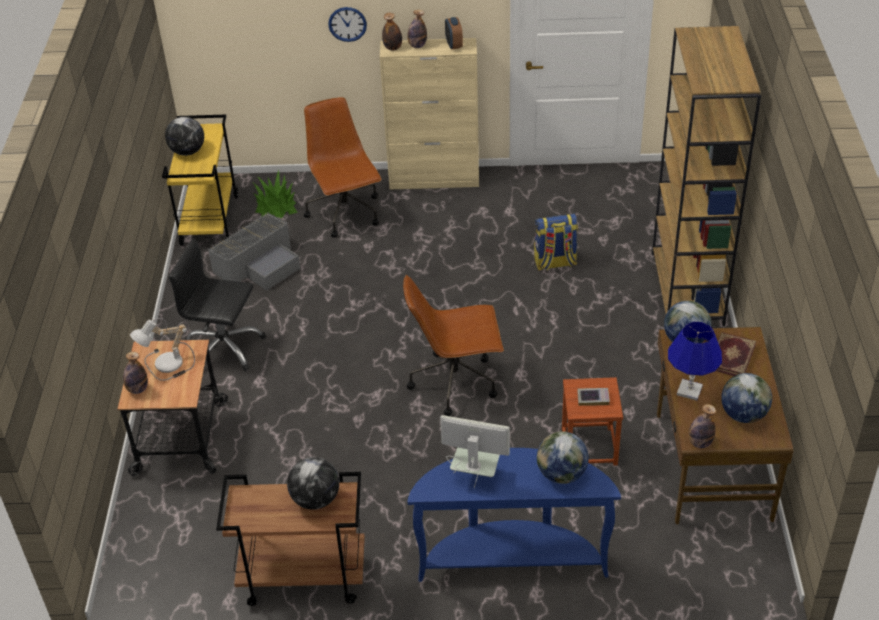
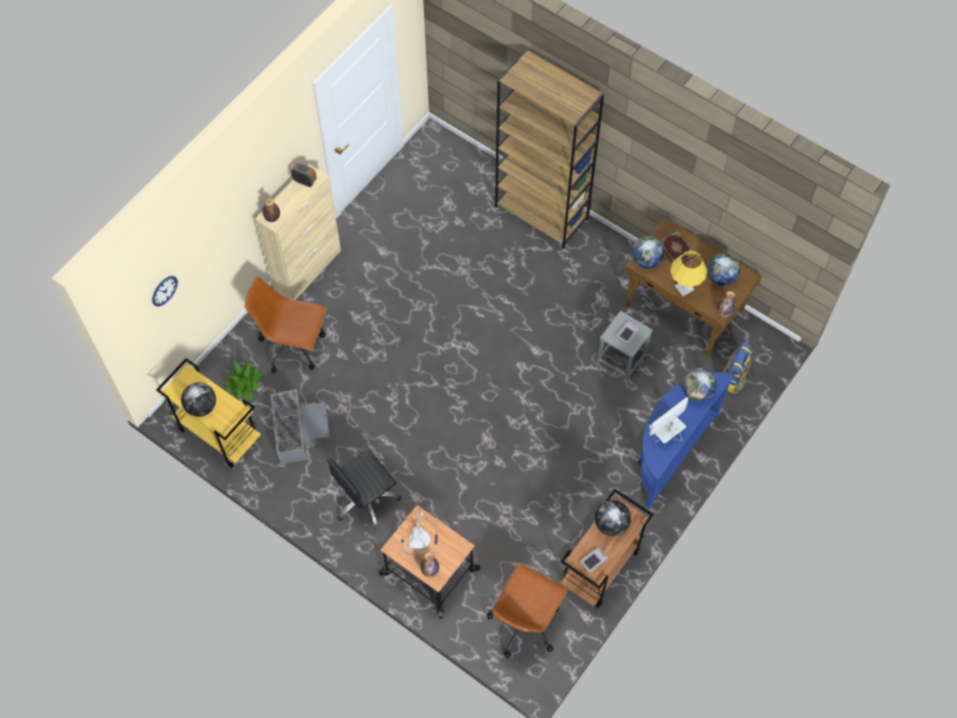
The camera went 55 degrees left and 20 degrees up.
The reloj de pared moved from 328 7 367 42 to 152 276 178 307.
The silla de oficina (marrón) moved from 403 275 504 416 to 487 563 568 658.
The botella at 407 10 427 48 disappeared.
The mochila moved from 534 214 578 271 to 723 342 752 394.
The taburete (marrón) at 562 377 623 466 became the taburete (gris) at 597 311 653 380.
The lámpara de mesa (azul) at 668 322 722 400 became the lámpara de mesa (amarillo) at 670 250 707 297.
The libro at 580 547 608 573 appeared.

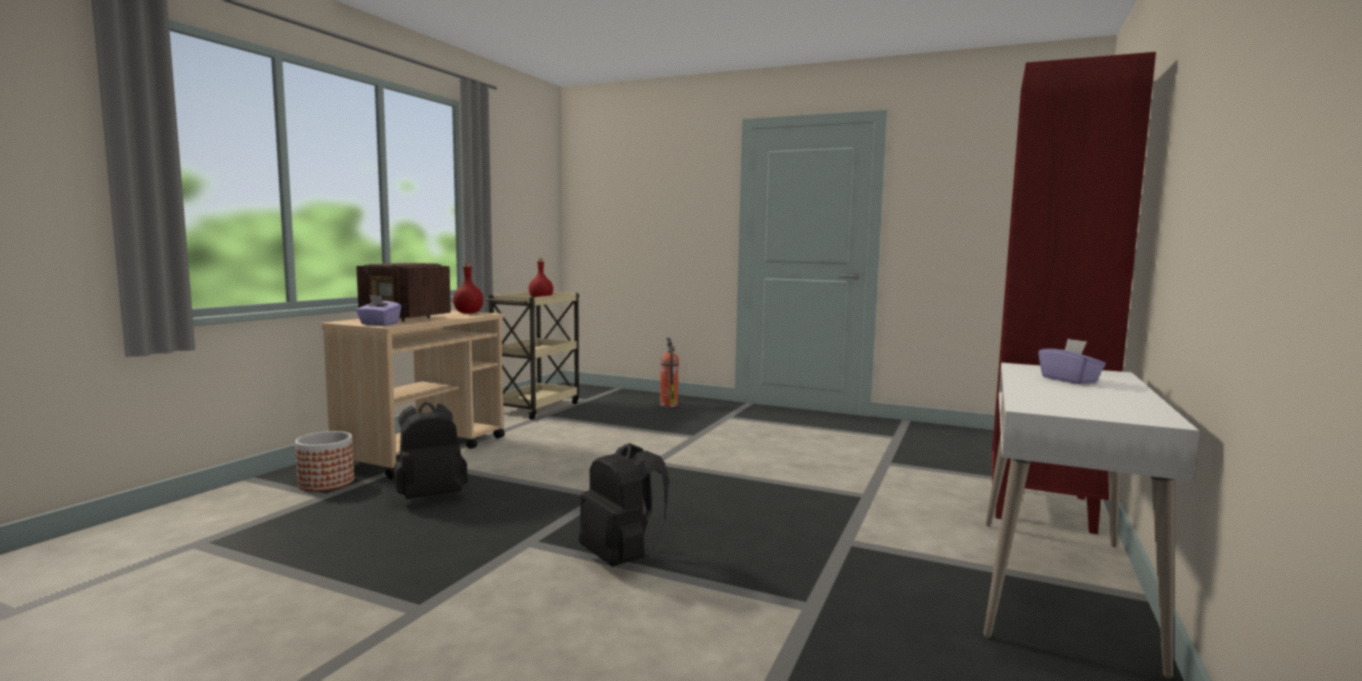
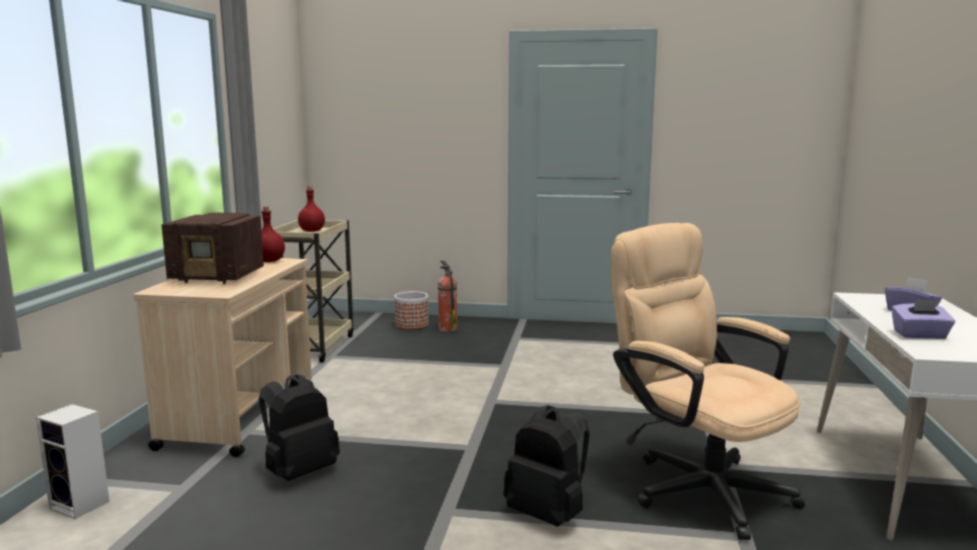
The camera went 15 degrees left and 5 degrees up.
The maceta moved from 295 431 354 491 to 394 291 429 330.
The caja de pañuelos (morado) moved from 356 295 401 326 to 891 299 955 339.
The estantería (rojo) at 992 52 1156 534 disappeared.
The altavoz at 36 404 109 519 appeared.
The silla de oficina (beis) at 611 223 805 540 appeared.

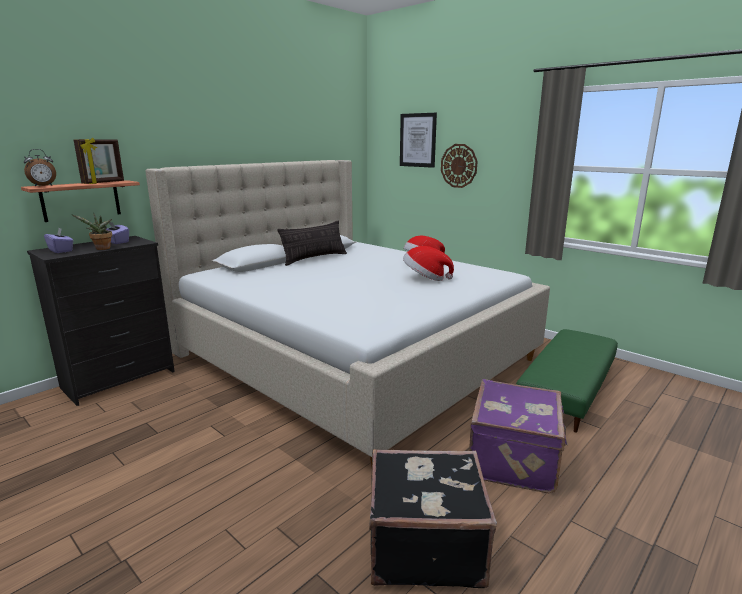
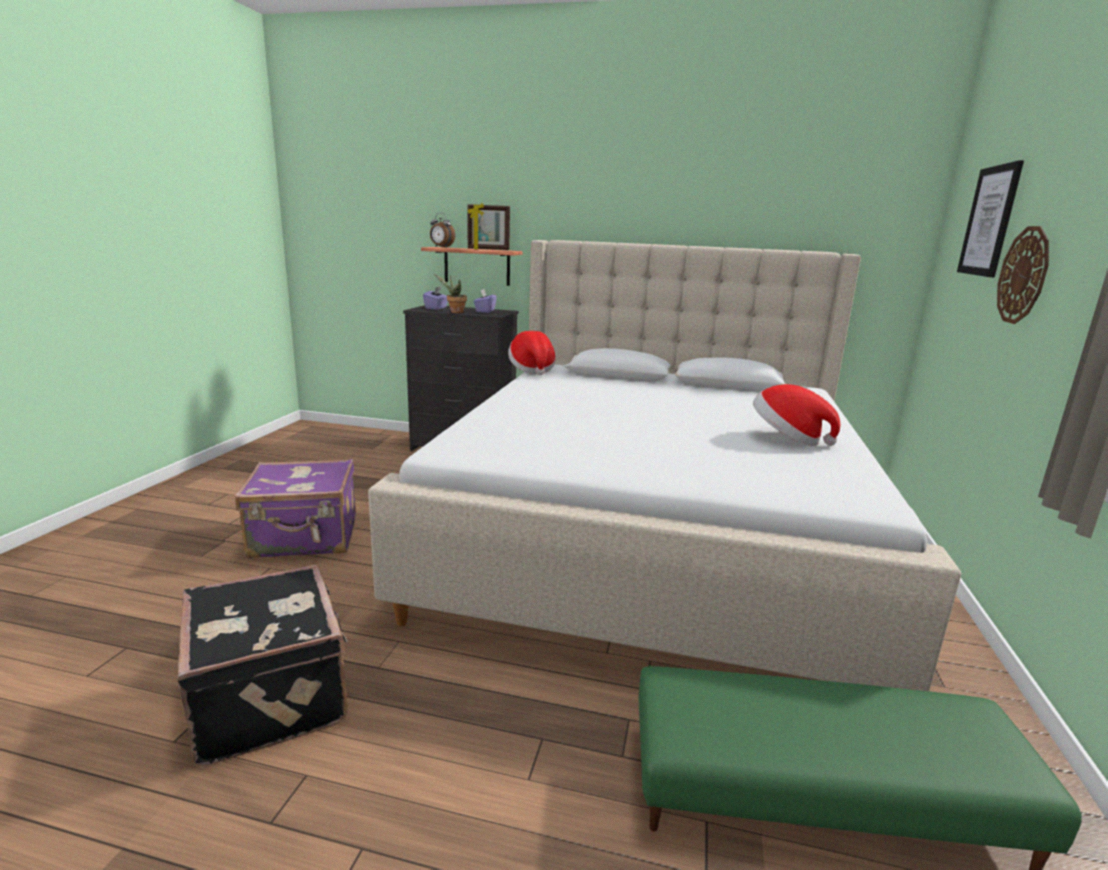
The camera went 60 degrees right and 0 degrees up.
The cojín at 277 221 347 266 disappeared.
The sombrero moved from 403 246 454 281 to 508 331 556 375.
The maleta (morado) moved from 469 379 567 493 to 235 459 356 558.

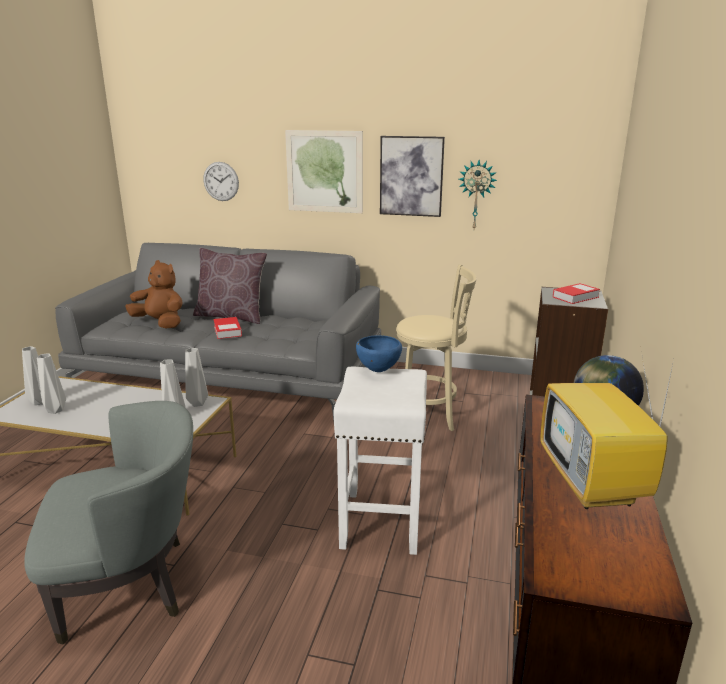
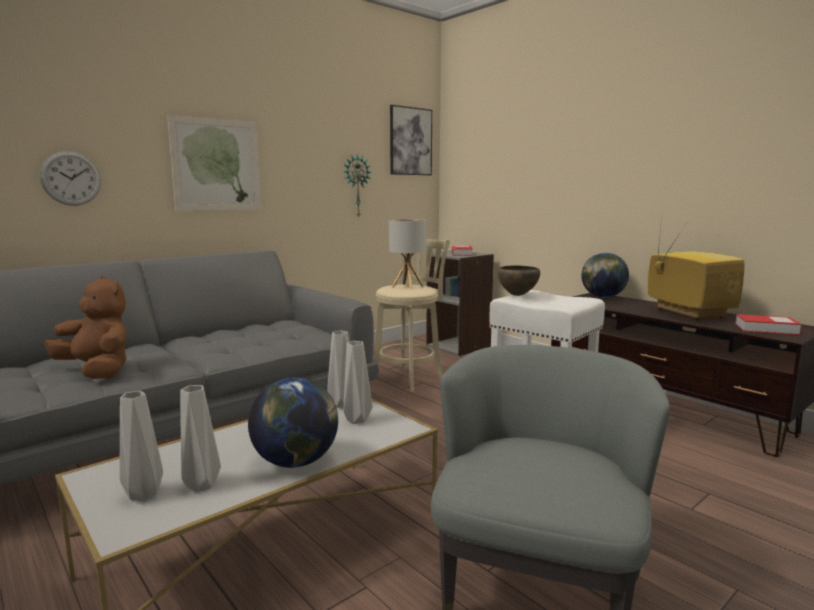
The camera went 55 degrees left and 10 degrees down.
The peluche (marrón) at 125 260 183 328 turned 60 degrees clockwise.
The cojín (marrón) at 193 248 267 324 disappeared.
The libro moved from 213 317 242 339 to 735 314 802 335.
The cuenco (azul) at 356 335 402 372 became the cuenco (marrón) at 498 265 540 296.
The cuadro moved from 380 136 445 217 to 390 105 432 175.
The televisor at 540 352 673 509 turned 135 degrees counterclockwise.
The globo terráqueo at 248 378 338 468 appeared.
The lámpara de mesa at 389 219 426 290 appeared.

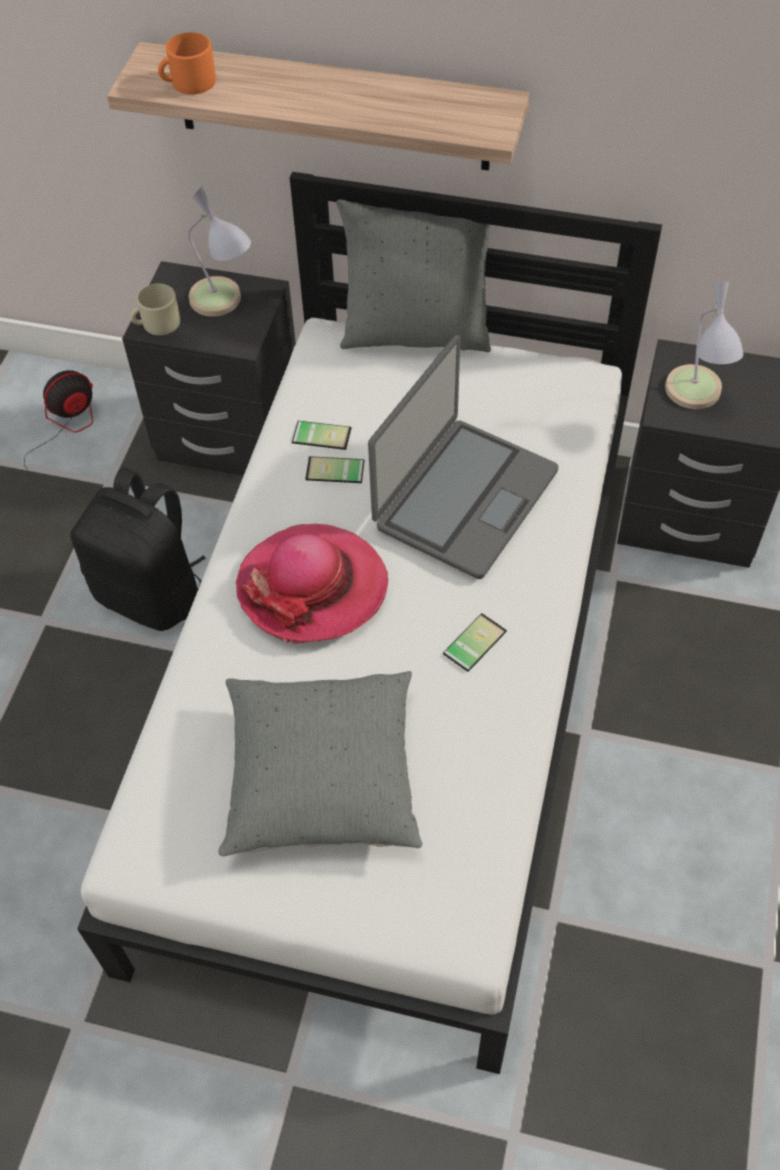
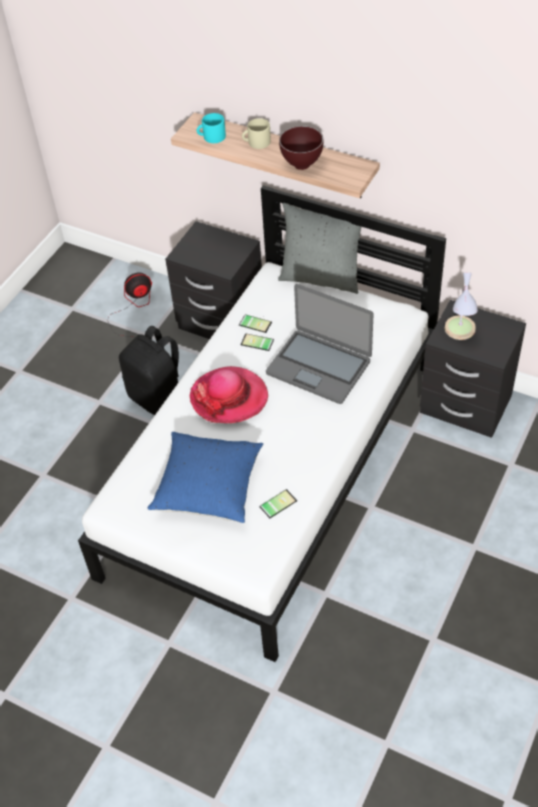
The camera went 15 degrees right and 5 degrees down.
The taza grande (beis) moved from 130 284 180 335 to 242 118 271 149.
The taza grande (naranja) at 158 32 216 95 became the taza grande (turquesa) at 197 113 226 143.
The lámpara de mesa at 188 186 251 316 disappeared.
The cojín (gris) at 218 671 423 856 became the cojín (azul) at 148 432 263 523.
The portátil at 368 335 559 579 turned 75 degrees clockwise.
The móvil moved from 443 613 507 672 to 259 489 297 518.
The cuenco (marrón) at 279 126 323 170 appeared.

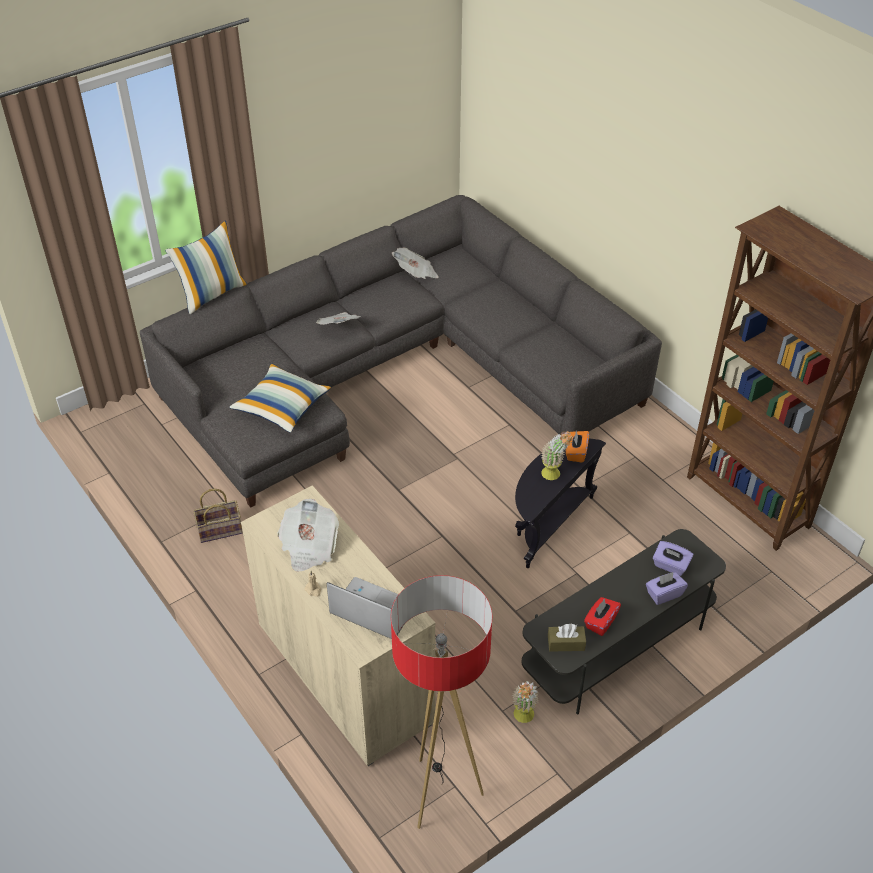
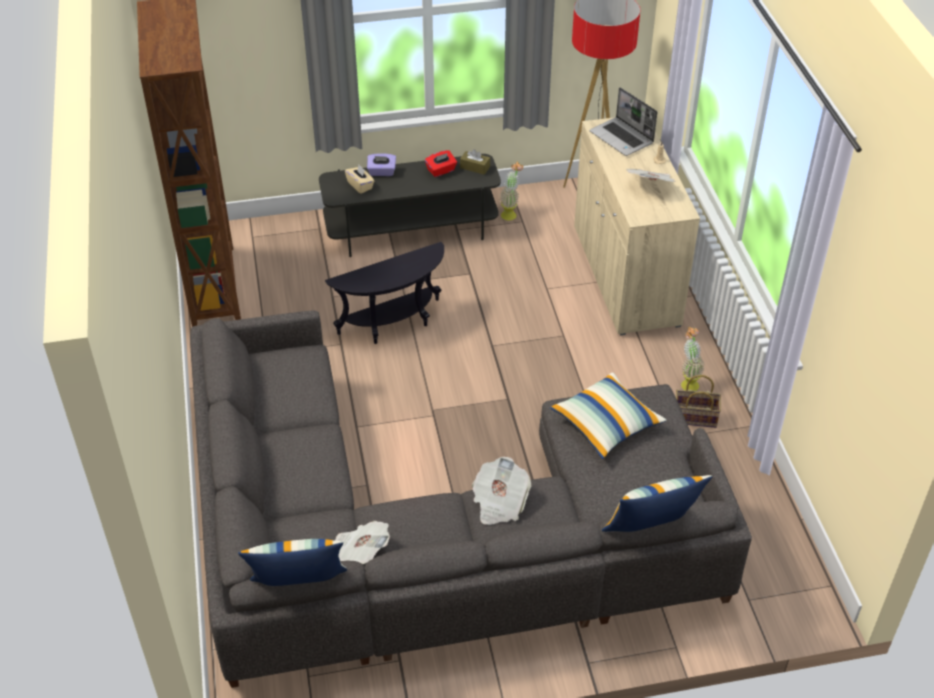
The camera went 155 degrees left and 0 degrees up.
The planta en maceta moved from 541 431 573 480 to 681 327 705 391.
The caja de pañuelos (naranja) at 566 431 589 462 disappeared.
The caja de pañuelos (morado) at 653 541 693 576 became the caja de pañuelos (beis) at 345 165 375 194.
The cojín at 238 539 347 586 appeared.

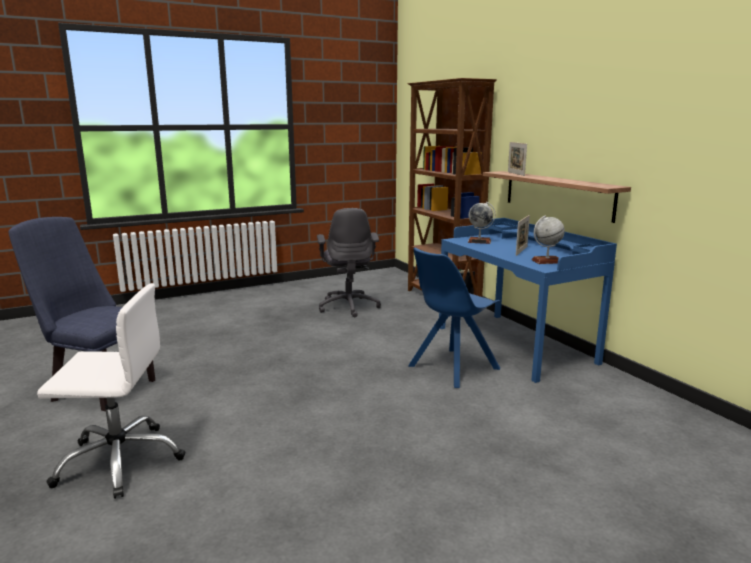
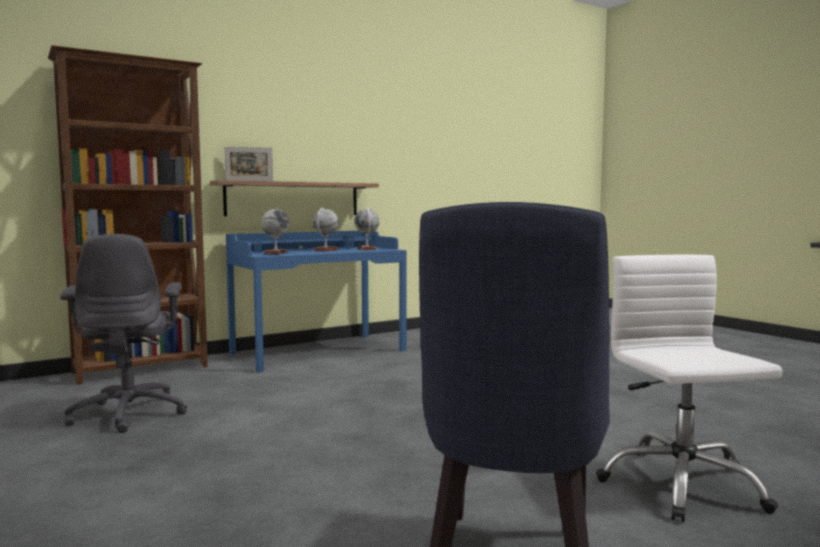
The camera went 95 degrees left and 10 degrees down.
The silla de oficina (gris) at 317 208 381 317 turned 90 degrees clockwise.
The silla (azul) at 408 247 500 388 disappeared.
The portarretratos at 516 215 530 256 was replaced by the globo terráqueo at 313 207 339 251.

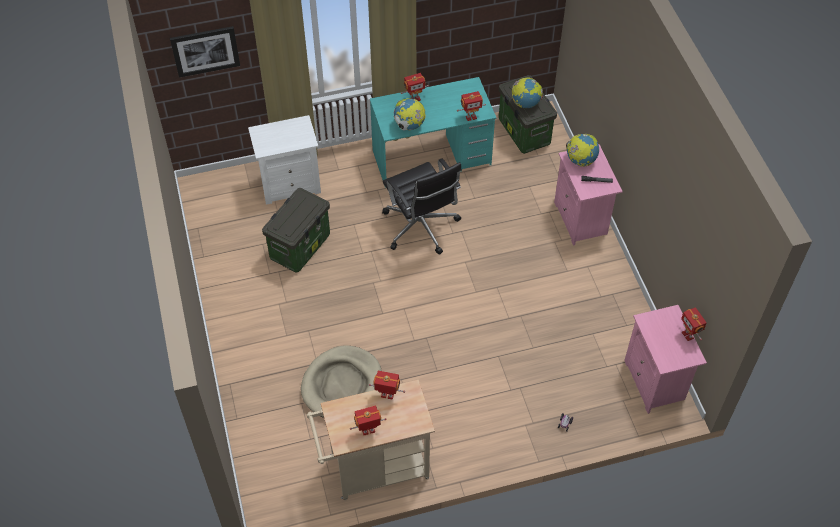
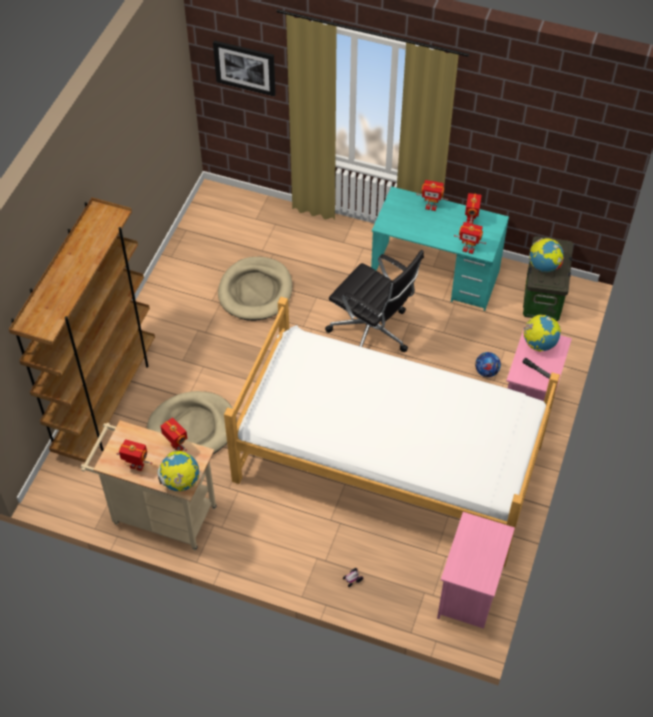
The camera went 35 degrees right and 0 degrees up.
The mesita de noche (blanco) at 248 115 321 205 disappeared.
The caja de almacenaje at 262 188 330 273 was replaced by the cama para perro (beis) at 218 256 292 321.
The silla de oficina (negro) at 382 158 461 254 turned 60 degrees counterclockwise.
The globo terráqueo moved from 394 98 426 130 to 157 450 199 491.
The robot de juguete moved from 681 307 707 341 to 465 193 482 224.
The estantería (marrón) at 9 197 155 462 appeared.
The cama at 224 297 560 567 appeared.
The balón de fútbol at 475 352 501 377 appeared.

